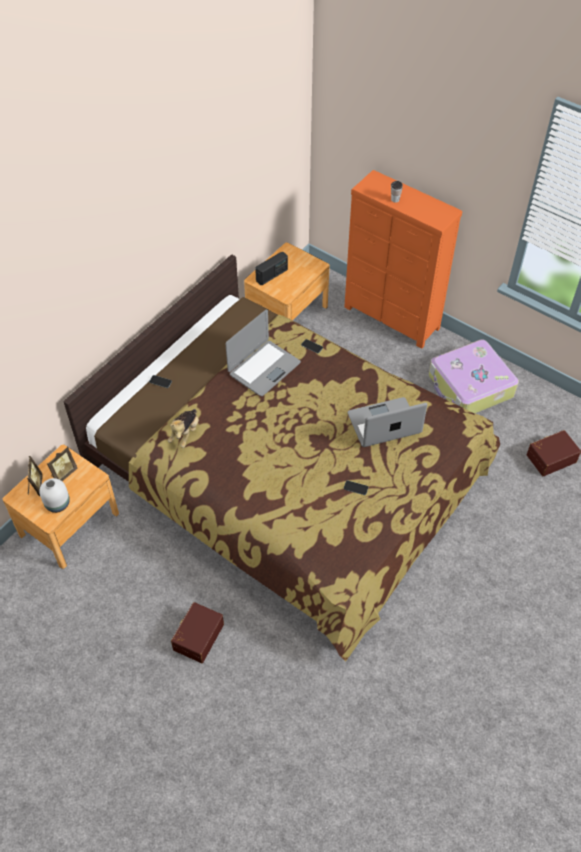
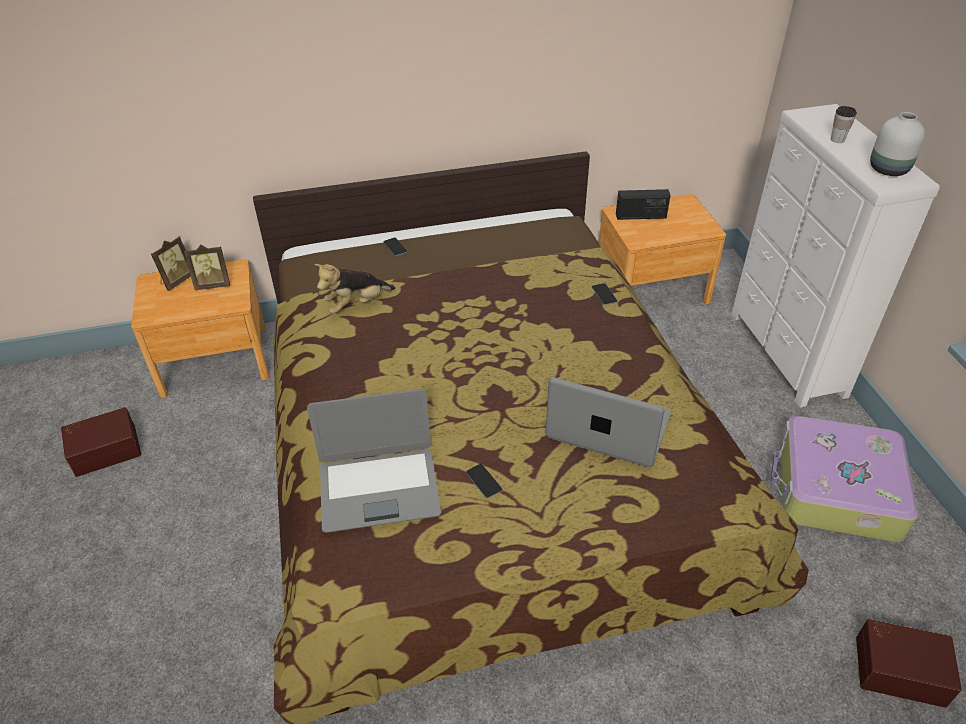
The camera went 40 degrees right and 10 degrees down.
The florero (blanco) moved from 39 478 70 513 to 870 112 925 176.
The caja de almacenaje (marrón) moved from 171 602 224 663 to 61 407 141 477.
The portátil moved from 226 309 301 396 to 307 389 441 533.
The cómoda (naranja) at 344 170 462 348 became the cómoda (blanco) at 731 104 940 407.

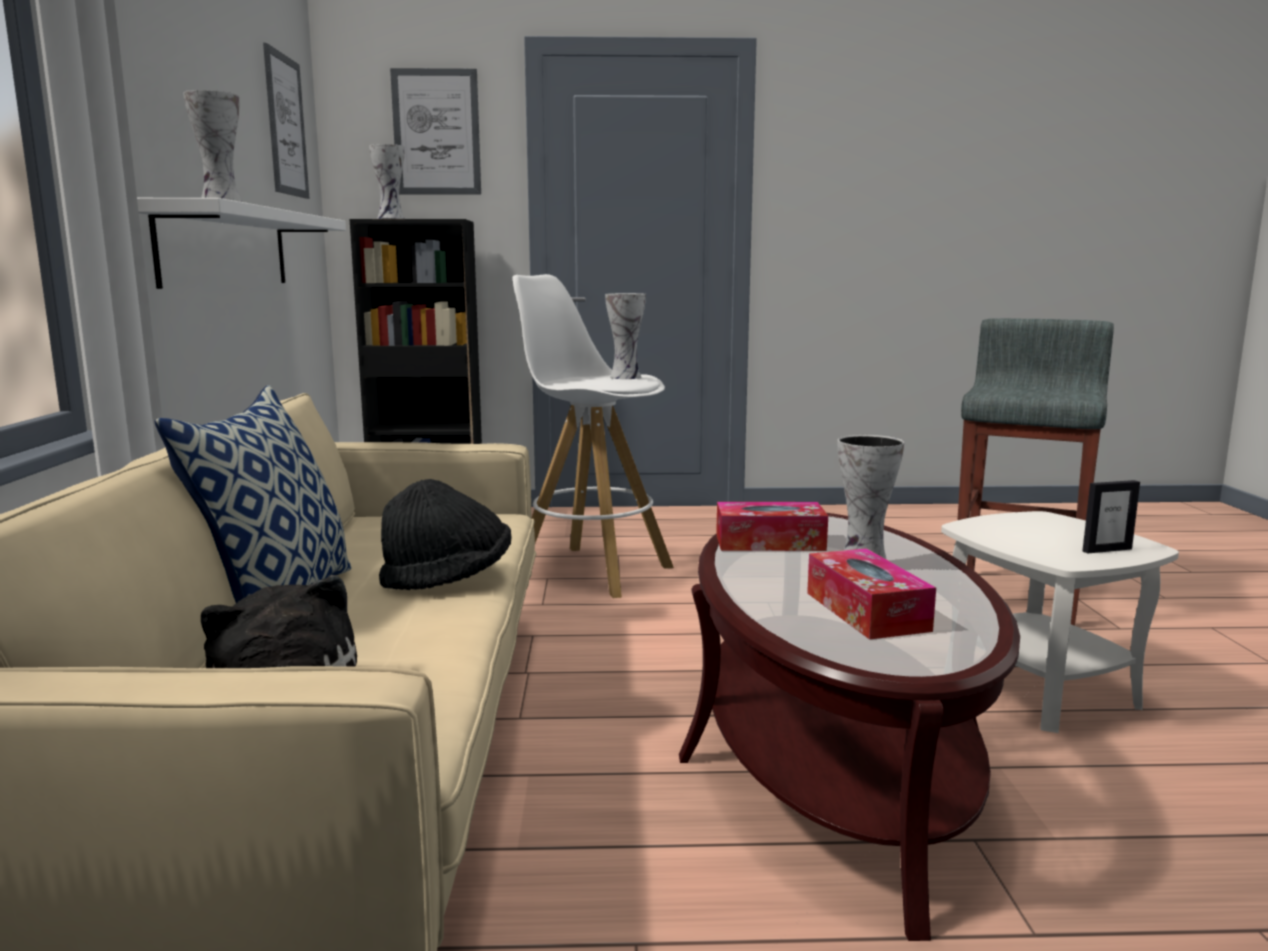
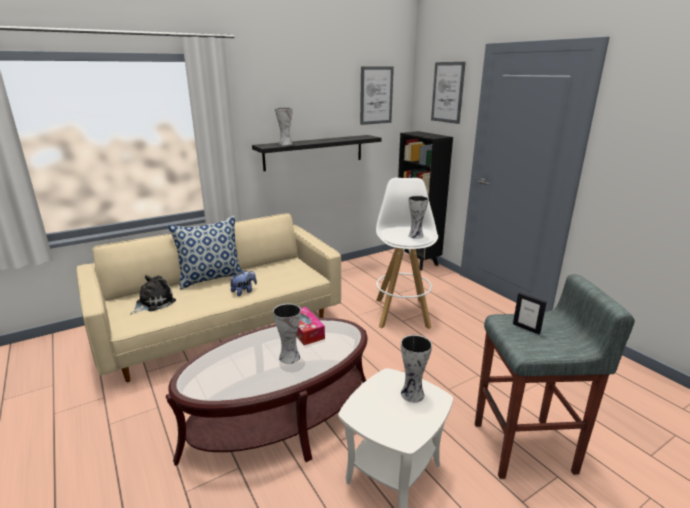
The camera went 60 degrees right and 10 degrees up.
The estante (blanco) at 137 198 346 289 became the estante (negro) at 252 135 382 171.
The florero moved from 369 144 405 219 to 401 335 432 402.
The sombrero (negro) at 379 479 512 590 was replaced by the peluche at 230 270 257 296.
The caja de pañuelos at 807 548 936 640 disappeared.
The portarretratos moved from 1083 480 1140 553 to 513 292 547 335.

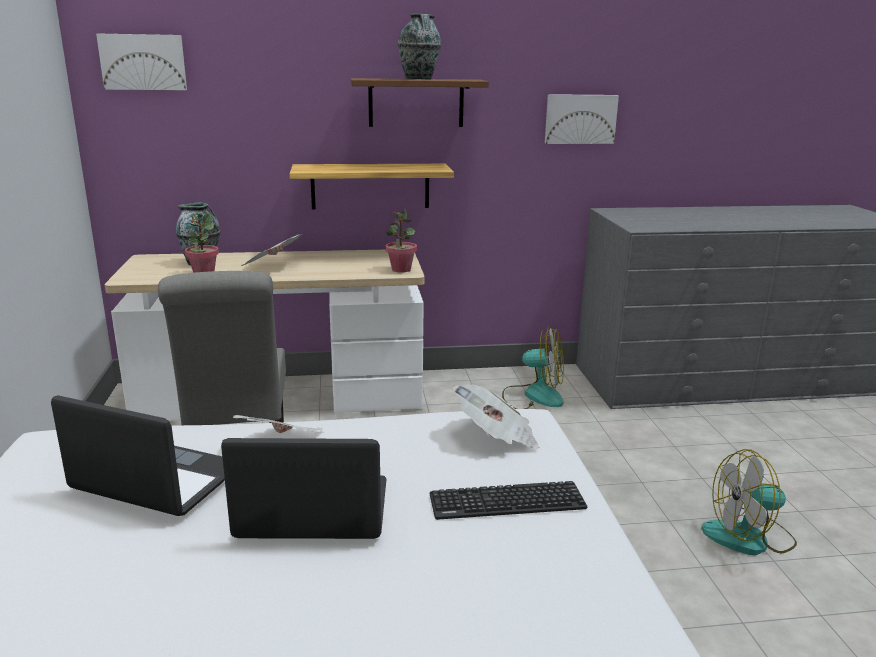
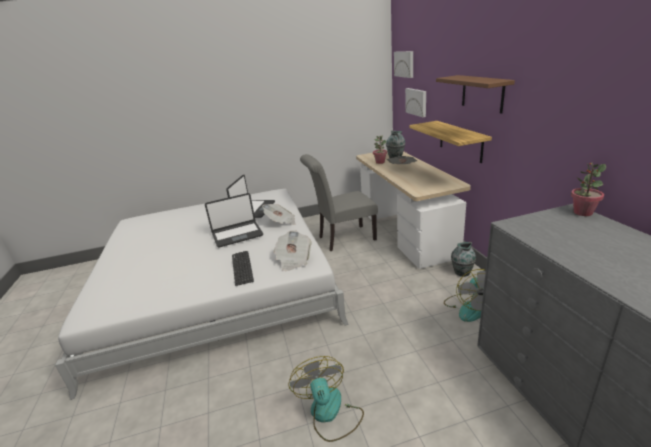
The camera went 85 degrees right and 5 degrees up.
The portátil at 221 438 386 539 turned 75 degrees clockwise.
The planta en maceta moved from 386 210 417 273 to 571 163 606 216.
The florero moved from 398 14 441 80 to 451 242 476 277.
The cuadro moved from 545 94 619 144 to 405 88 426 117.

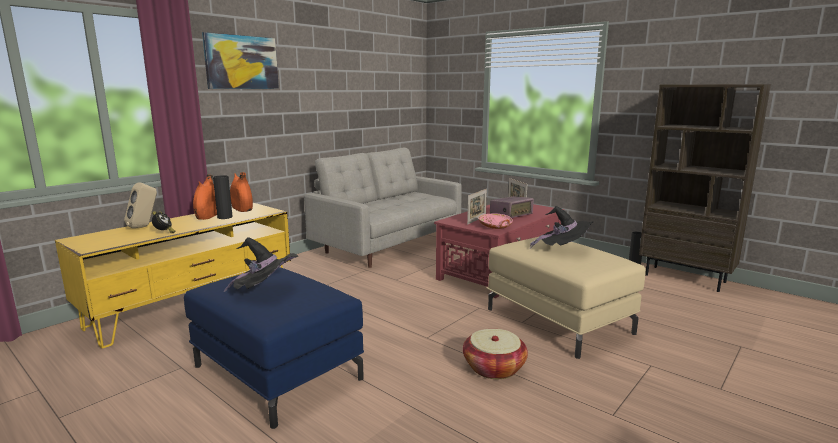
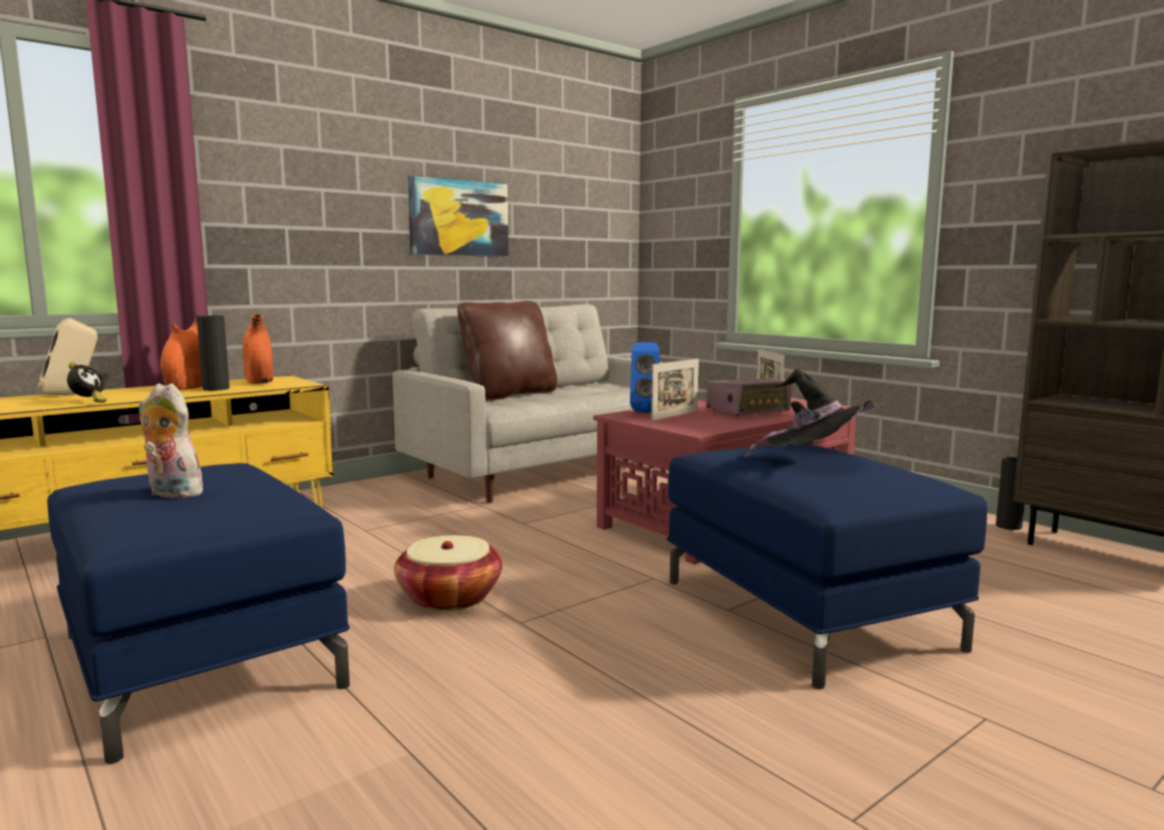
The camera went 10 degrees right and 5 degrees down.
The cuadro moved from 202 32 279 89 to 408 175 509 257.
The sombrero (negro) at 224 237 298 292 was replaced by the peluche at 139 383 203 499.
The cesta moved from 463 329 528 379 to 394 535 502 611.
The cuenco (rosa) at 478 213 513 229 disappeared.
The puf (beis) at 487 237 646 359 became the puf (azul) at 667 444 987 689.
The cojín (marrón) at 457 301 557 401 appeared.
The altavoz (azul) at 630 342 660 413 appeared.

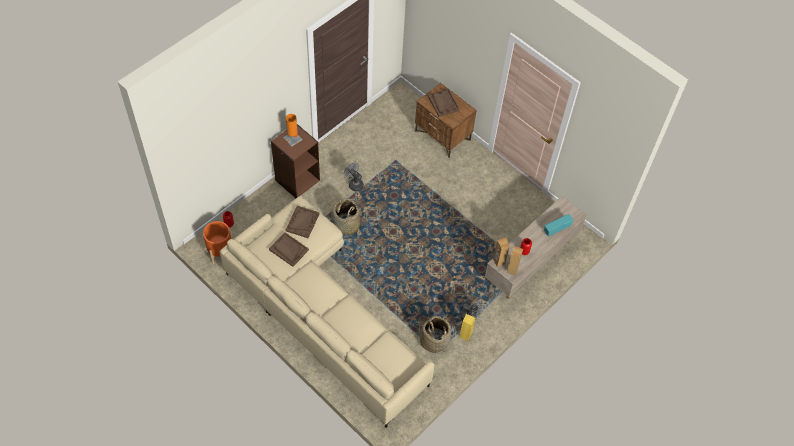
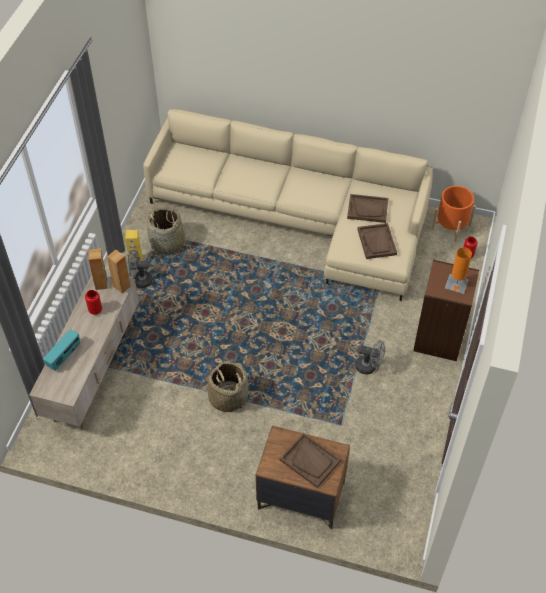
The camera went 155 degrees right and 5 degrees down.
The cesta moved from 331 198 360 237 to 208 361 248 412.

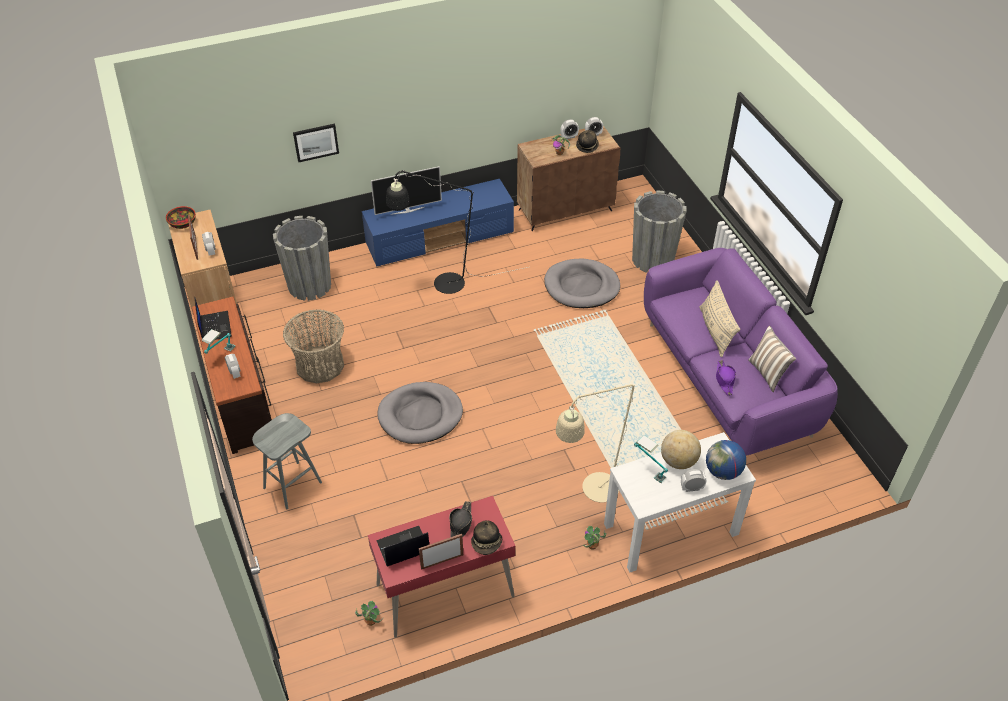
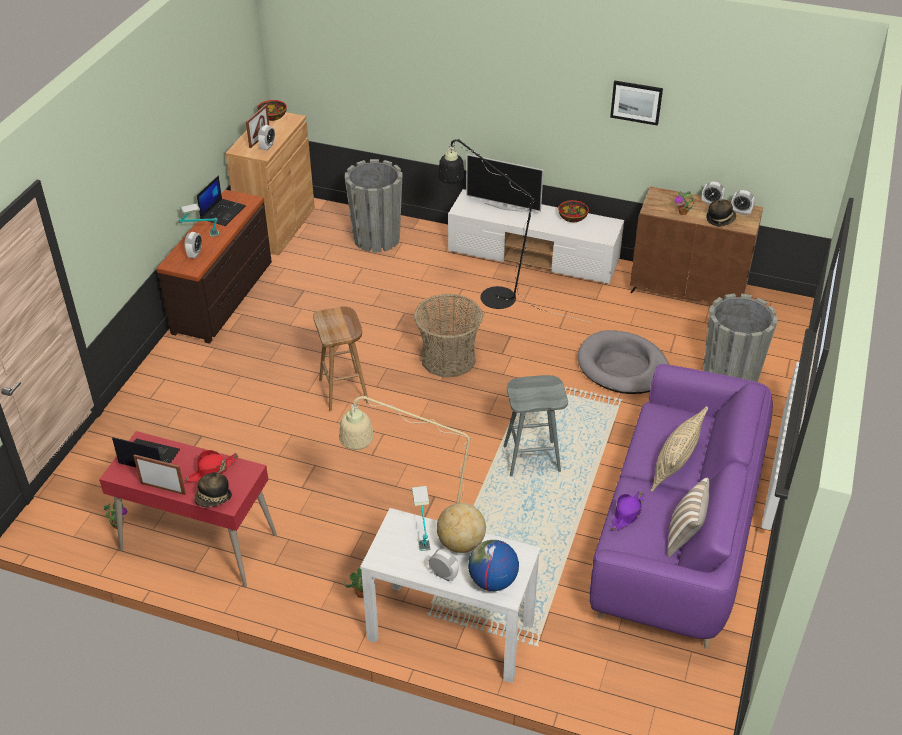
The camera went 40 degrees right and 5 degrees down.
The taburete (gris) moved from 252 413 322 510 to 503 375 568 476.
The cesta moved from 283 309 344 383 to 414 294 483 377.
The cuadro moved from 293 124 339 162 to 610 81 663 126.
The mueble de televisión (azul) at 362 179 514 267 became the mueble de televisión (blanco) at 448 189 624 284.
The cama para perro (gris) at 378 382 463 444 was replaced by the taburete (marrón) at 313 306 369 411.
The sombrero (negro) at 449 501 472 537 became the sombrero (rojo) at 184 450 238 482.
The cuenco at 558 200 589 222 appeared.

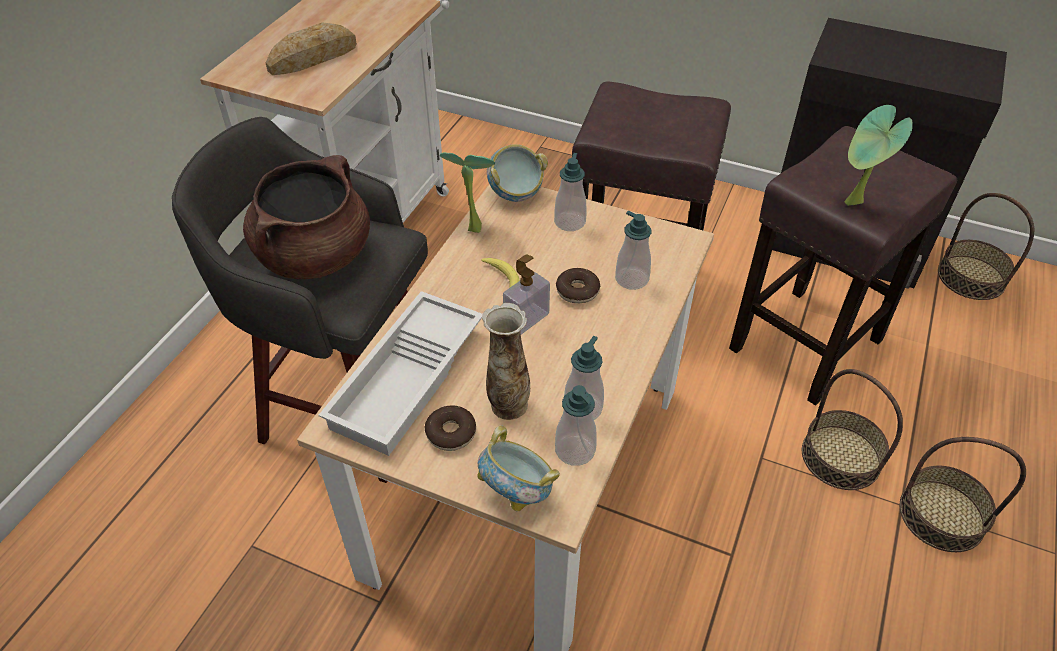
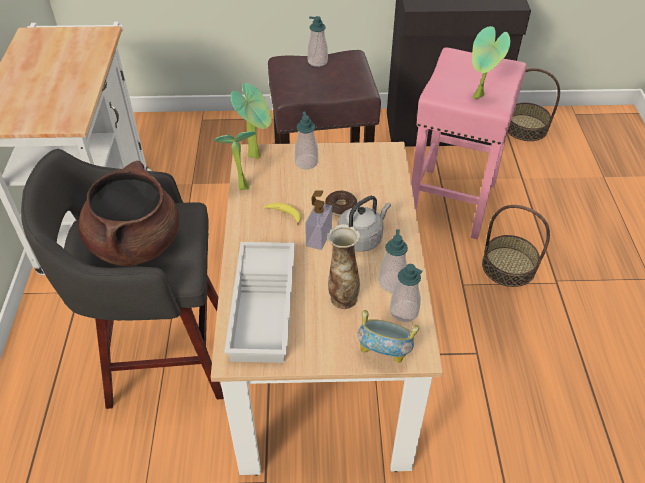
The camera went 25 degrees left and 0 degrees up.
The pan at 265 22 357 75 disappeared.
The rosquilla at 425 405 476 451 disappeared.
The cuenco at 487 144 548 202 was replaced by the planta en maceta at 231 83 272 159.
The dispensador de jabón moved from 615 211 651 290 to 307 16 328 67.
The taburete (marrón) at 729 126 957 406 became the taburete (rosa) at 411 48 527 240.
The cesta at 900 437 1026 552 disappeared.
The hervidor (gris) at 338 196 391 252 appeared.

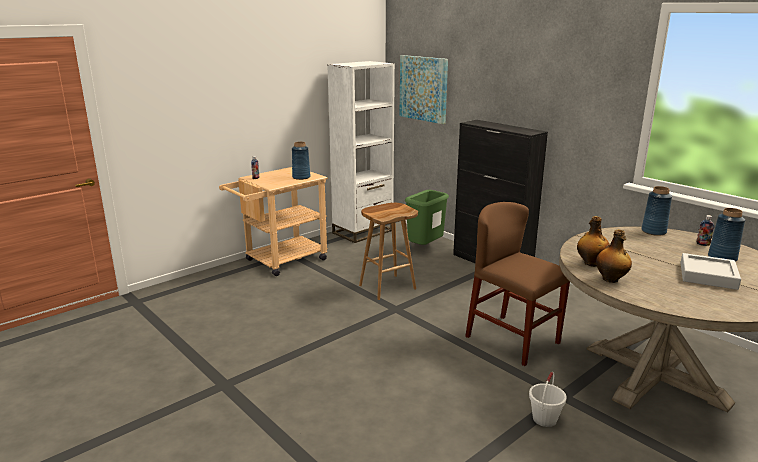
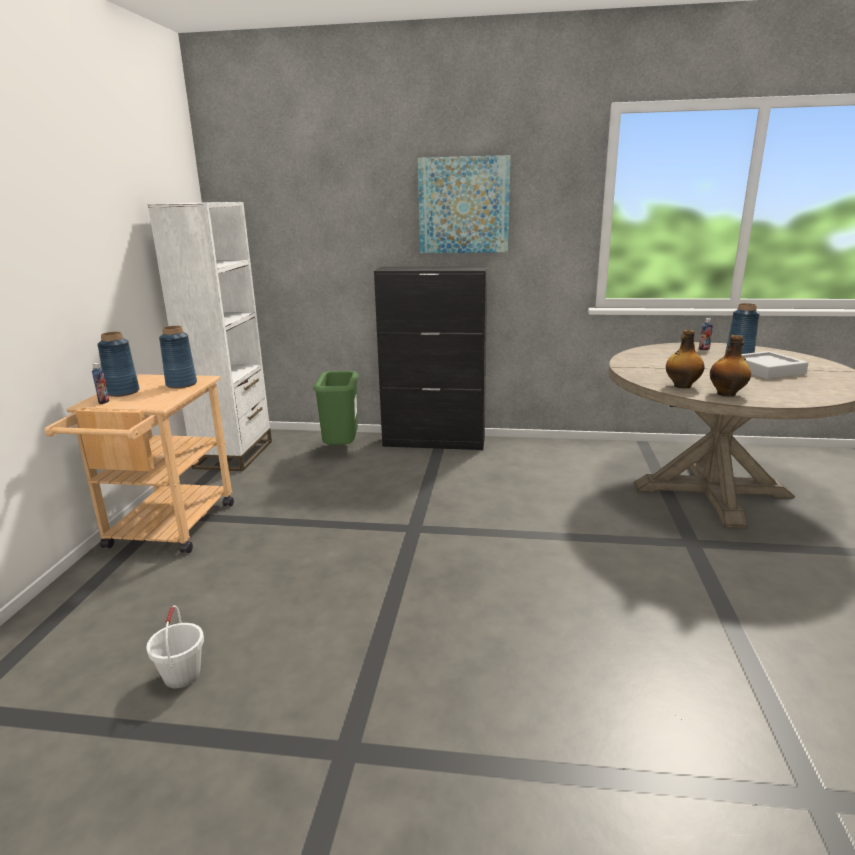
The camera went 40 degrees left and 0 degrees up.
The taburete (marrón) at 359 203 418 300 disappeared.
The cuadro moved from 399 55 448 124 to 418 155 511 253.
The silla (marrón) at 465 202 570 366 disappeared.
The cubo (blanco) moved from 529 372 567 427 to 146 605 204 688.
The florero (azul) moved from 641 186 672 236 to 97 332 139 397.

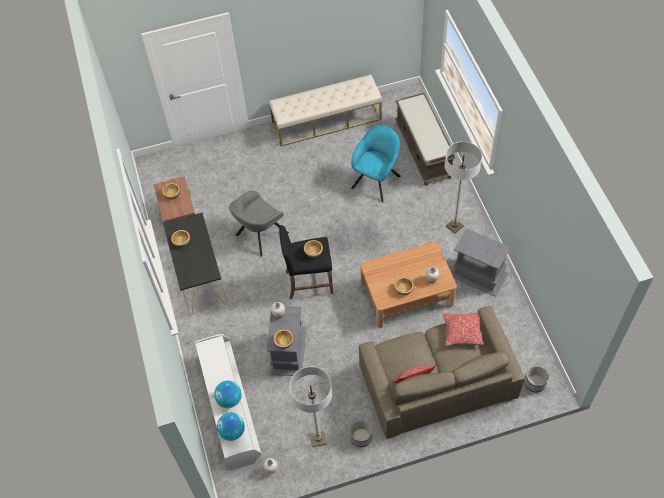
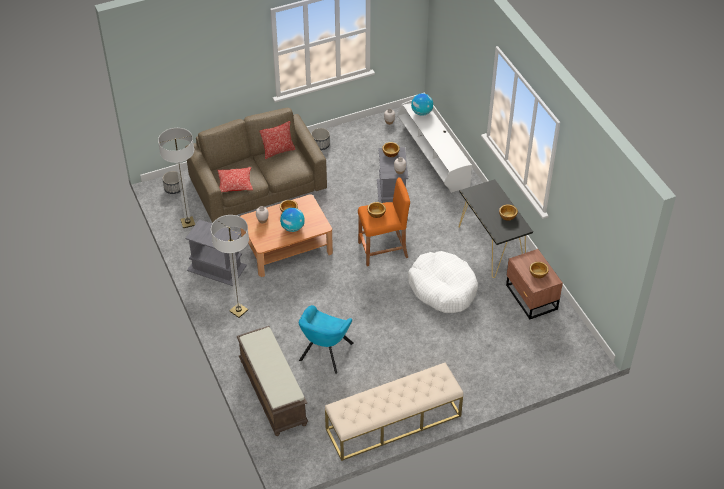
The camera went 170 degrees right and 10 degrees down.
The globo terráqueo moved from 214 380 242 408 to 280 208 305 232.
The sillón (gris) at 229 191 289 257 was replaced by the cama para perro (blanco) at 408 251 478 313.
The taburete (negro) at 279 225 333 299 became the taburete (naranja) at 358 177 410 266.
The lámpara de pie moved from 290 367 332 447 to 158 128 195 228.

